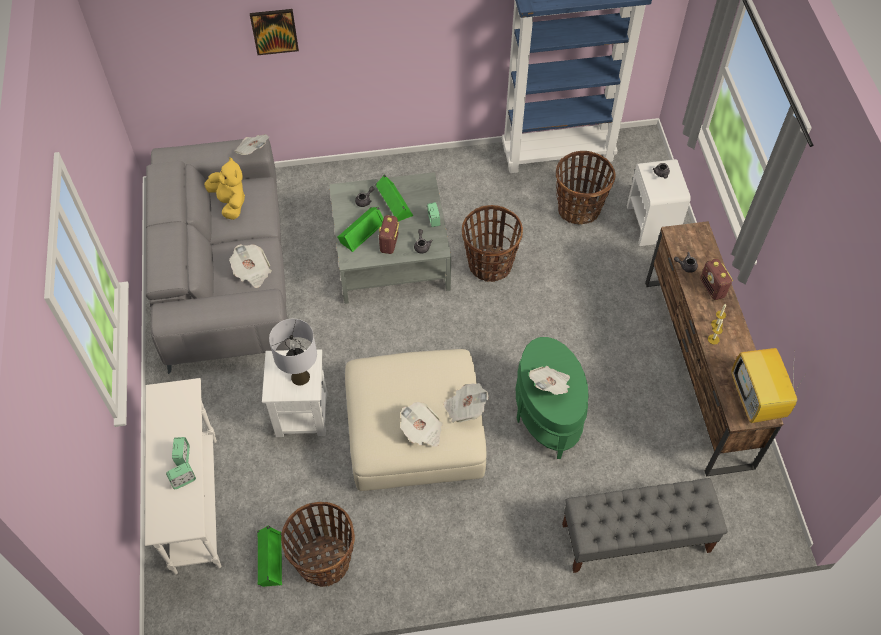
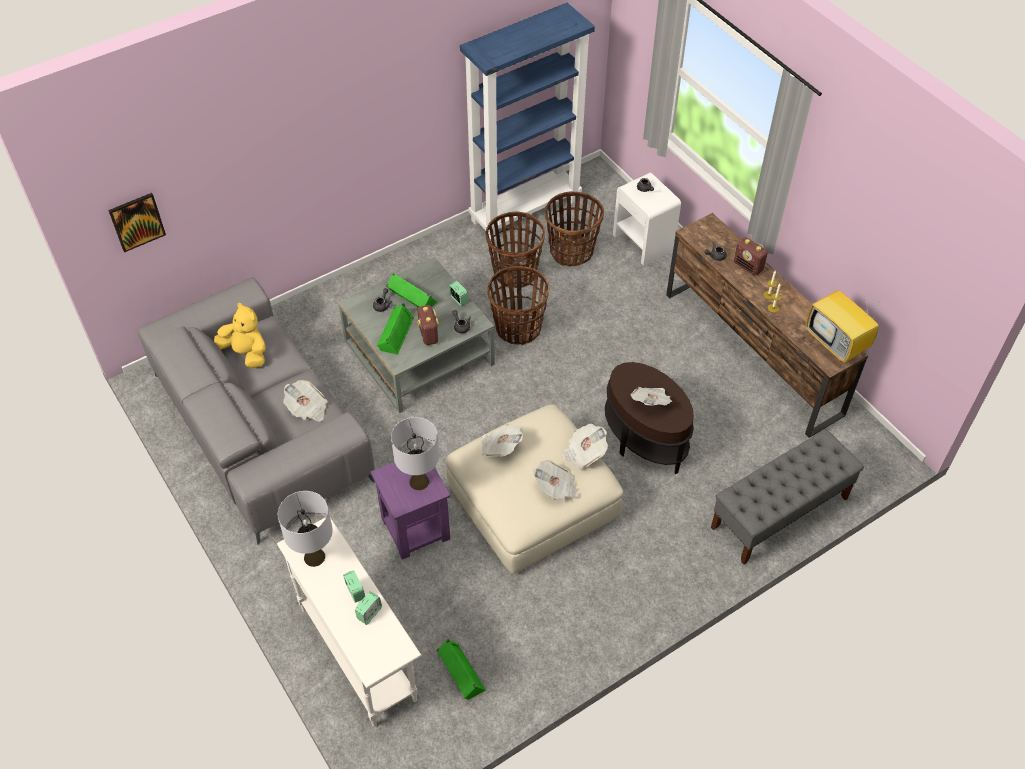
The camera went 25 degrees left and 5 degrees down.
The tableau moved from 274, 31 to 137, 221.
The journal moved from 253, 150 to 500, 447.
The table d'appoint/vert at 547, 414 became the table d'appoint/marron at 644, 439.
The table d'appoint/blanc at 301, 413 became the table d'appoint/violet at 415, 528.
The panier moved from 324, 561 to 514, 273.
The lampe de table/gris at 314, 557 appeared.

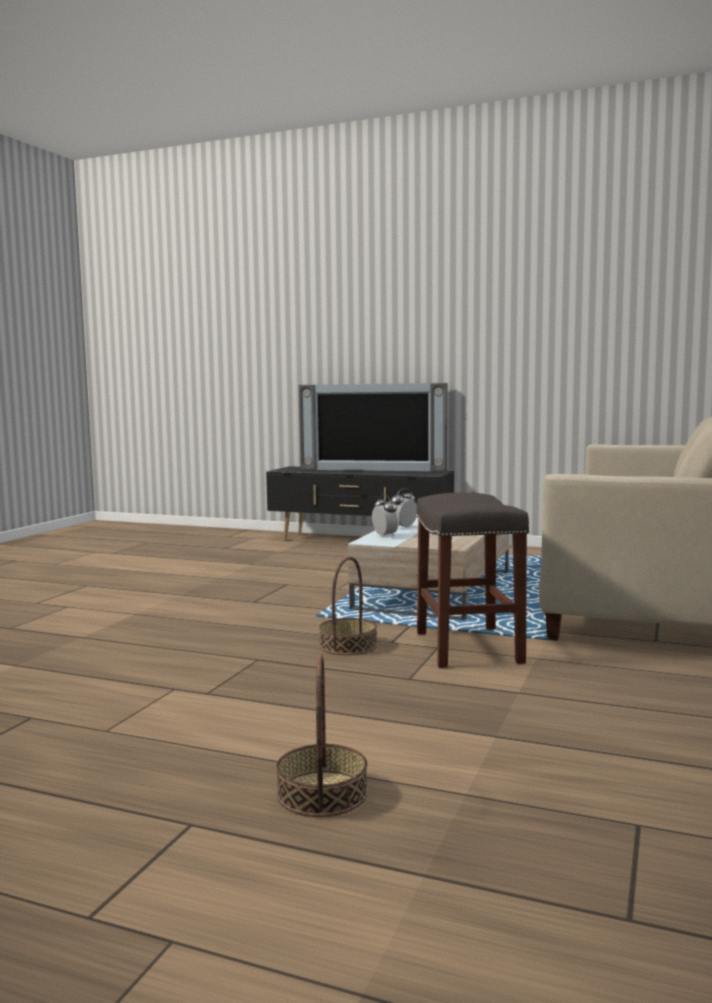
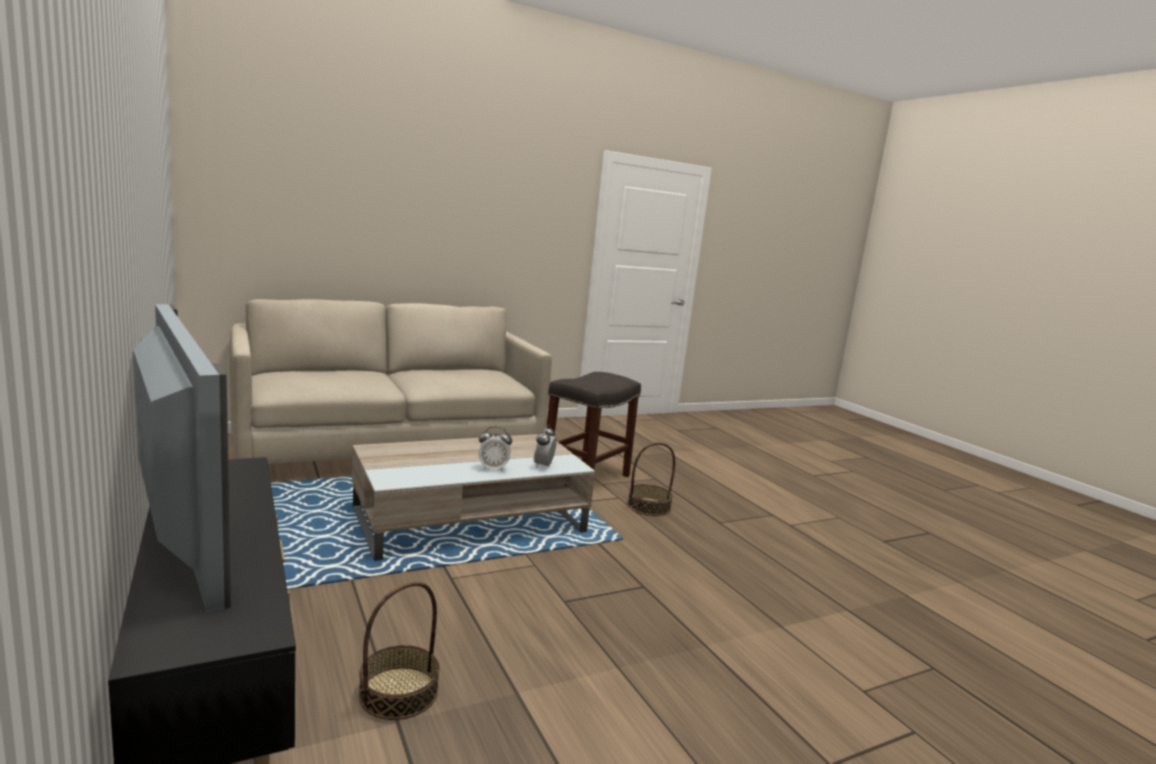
The camera went 140 degrees left and 5 degrees up.
The panier moved from 322, 793 to 398, 692.

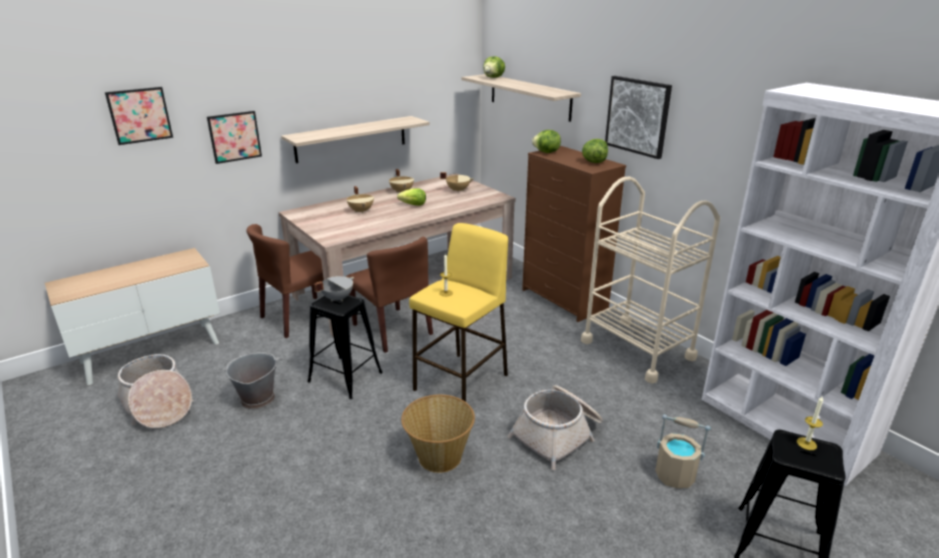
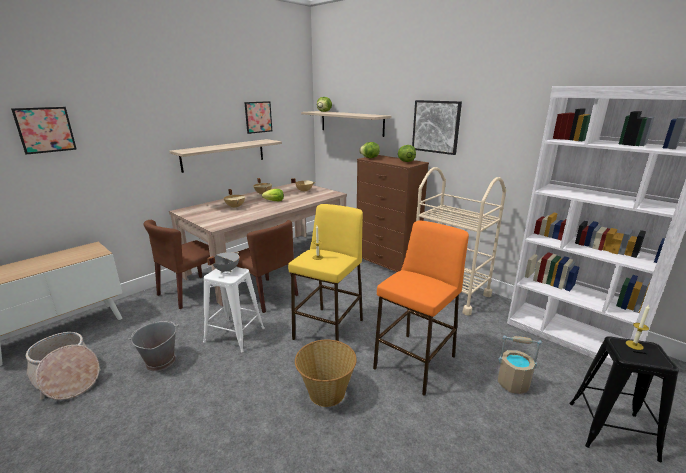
The camera went 10 degrees left and 5 degrees down.
The tableau moved from 234, 137 to 258, 117.
The tabouret/noir at 345, 377 became the tabouret/blanc at 234, 335.
The panier at 558, 434 was replaced by the tabouret/orange at 415, 362.

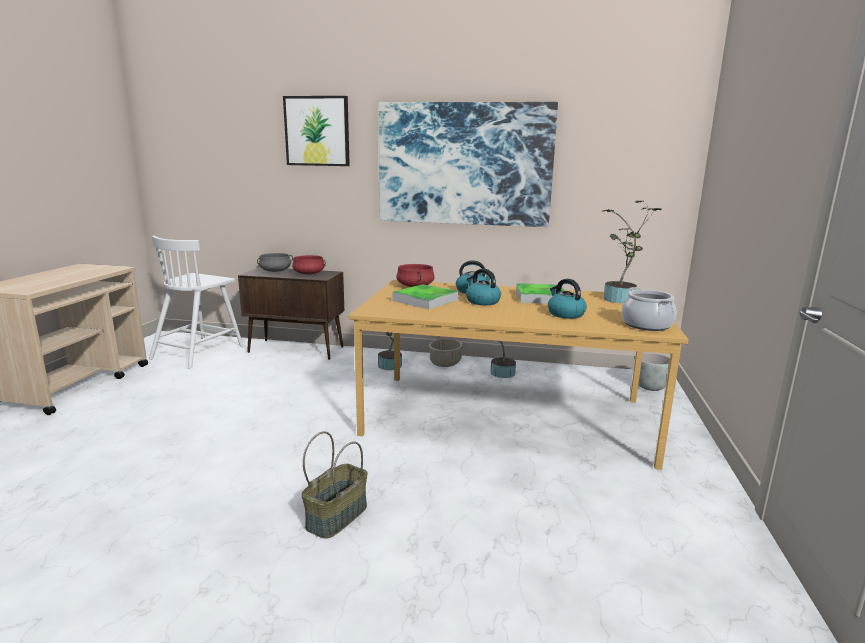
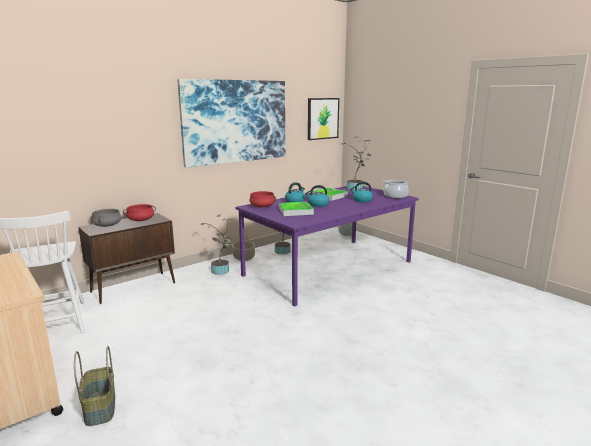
The camera went 50 degrees left and 0 degrees up.
The tableau moved from 317, 131 to 322, 118.
The table à manger/orange at 505, 417 became the table à manger/violet at 329, 268.
The panier moved from 336, 516 to 99, 408.

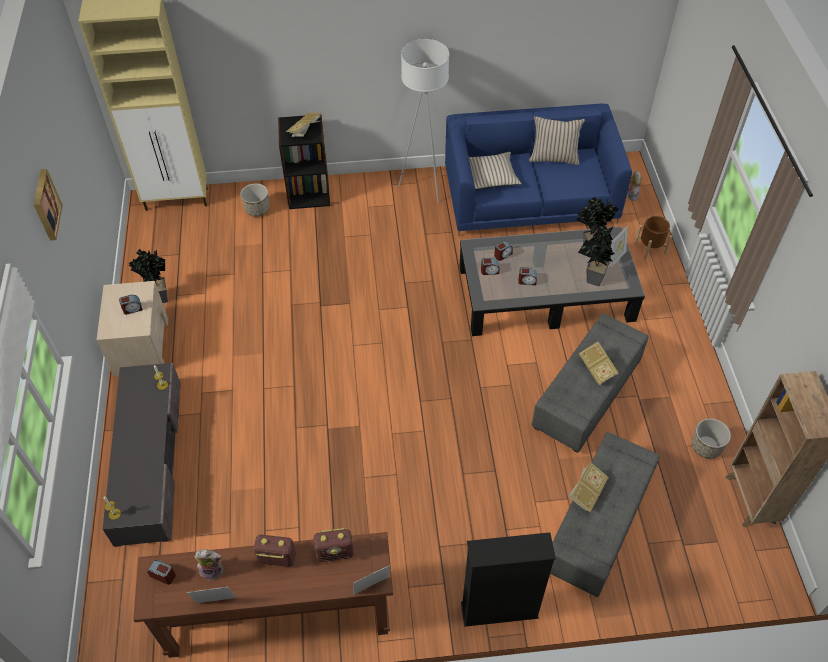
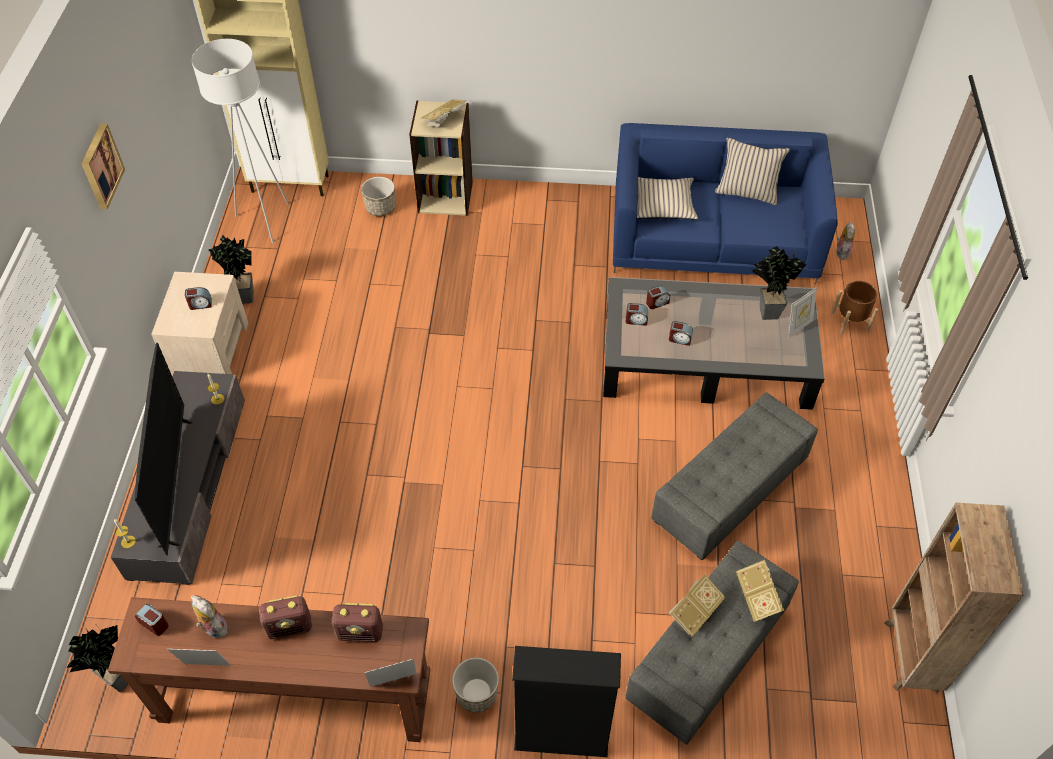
The camera went 10 degrees right and 0 degrees up.
The lampadaire/blanc moved from 424, 186 to 265, 221.
The bibliothèque/noir at 309, 193 became the bibliothèque/beige at 445, 197.
The plante en pot moved from 592, 281 to 116, 681.
The livre moved from 597, 369 to 758, 597.
The cache-pot moved from 706, 447 to 477, 694.
The radio at 276, 558 turned 150 degrees clockwise.
The peluche at 213, 570 turned 150 degrees counterclockwise.
The téléviseur at 176, 482 appeared.

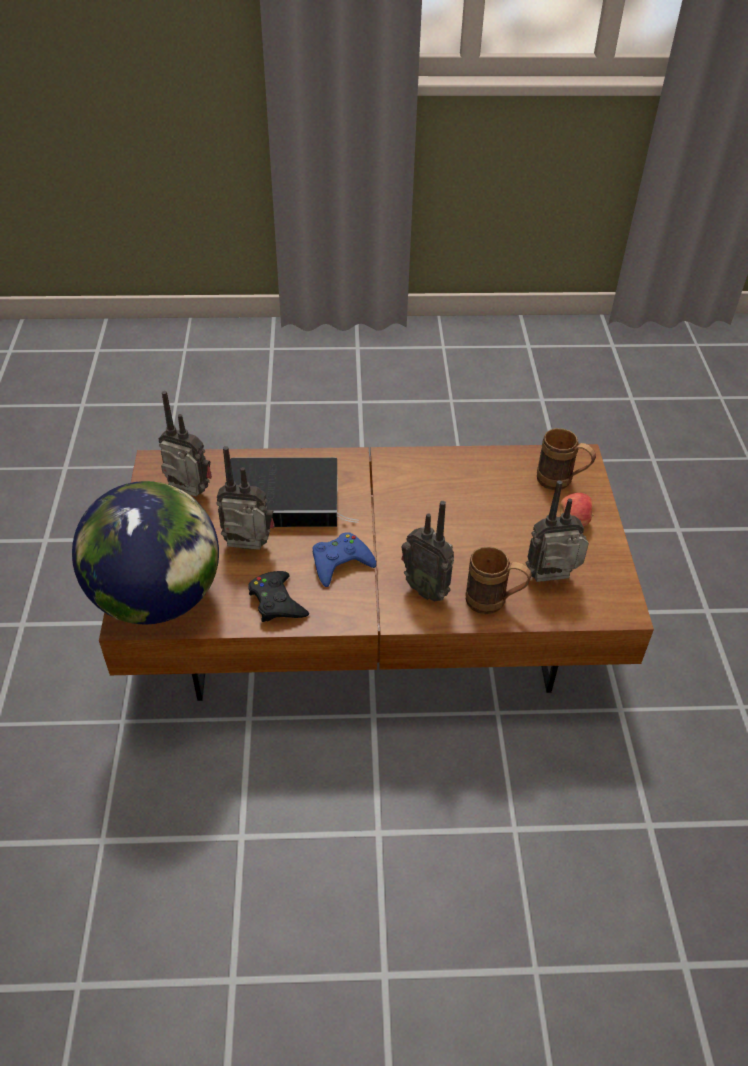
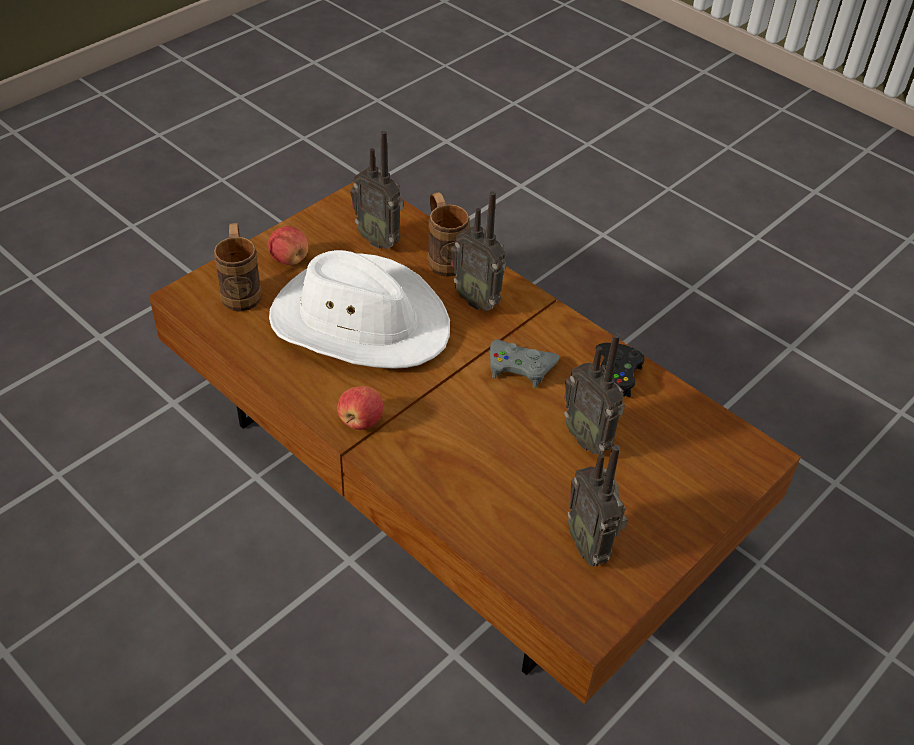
The camera went 135 degrees left and 0 degrees up.
The livre at 287, 498 disappeared.
The globe at 157, 598 disappeared.
The radio at 427, 589 turned 135 degrees clockwise.
The manette/bleu at 340, 563 became the manette/gris at 520, 367.
The chapeau/blanc at 359, 321 appeared.
The pomme at 360, 421 appeared.

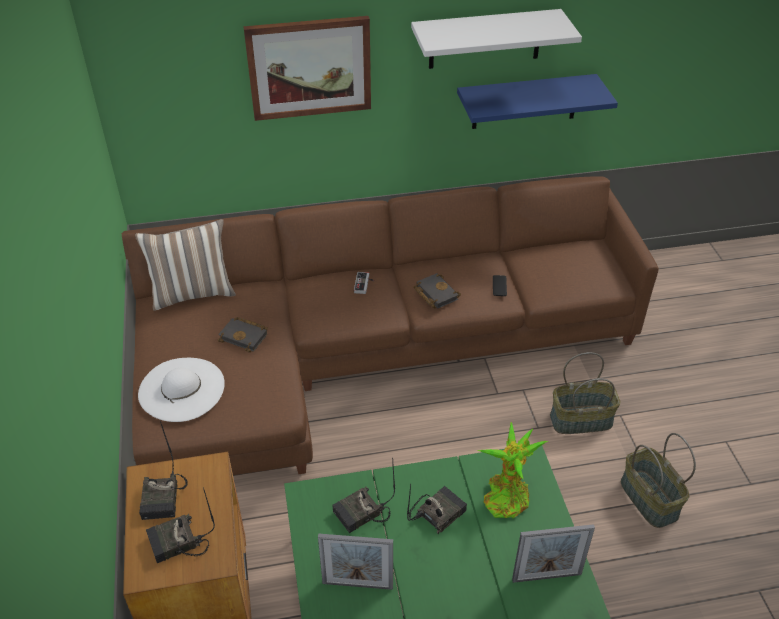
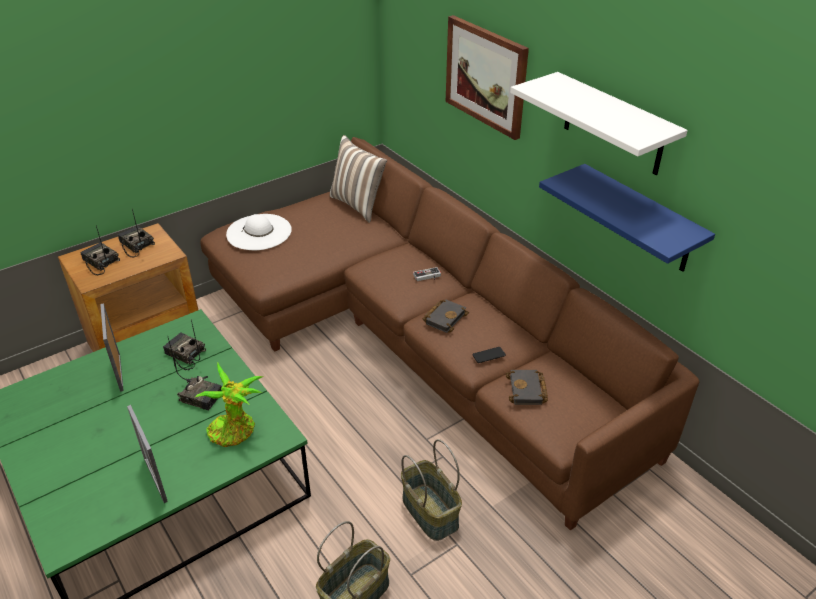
The camera went 65 degrees right and 5 degrees down.
The livre/noir moved from 245, 336 to 527, 391.
The radio at 164, 499 turned 75 degrees clockwise.

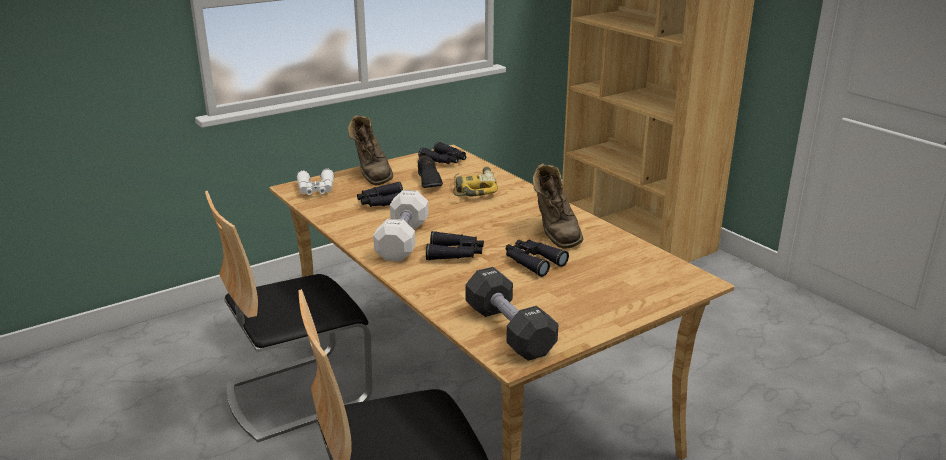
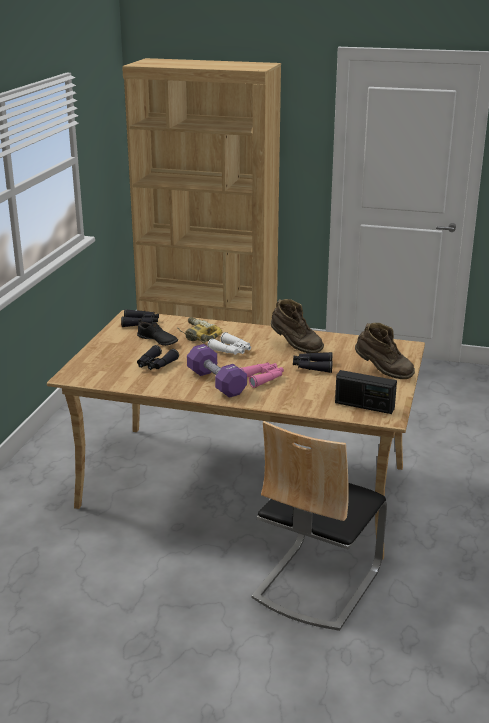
The camera went 40 degrees left and 0 degrees up.
The botte/marron moved from 372, 175 to 382, 372.
The jumelles/blanc moved from 316, 190 to 231, 350.
The haltère/blanc at 402, 240 became the haltère/violet at 216, 382.
The chaise at 297, 393 disappeared.
The jumelles/noir at 455, 254 became the jumelles/rose at 262, 378.
The haltère/noir at 509, 330 was replaced by the radio at 364, 406.

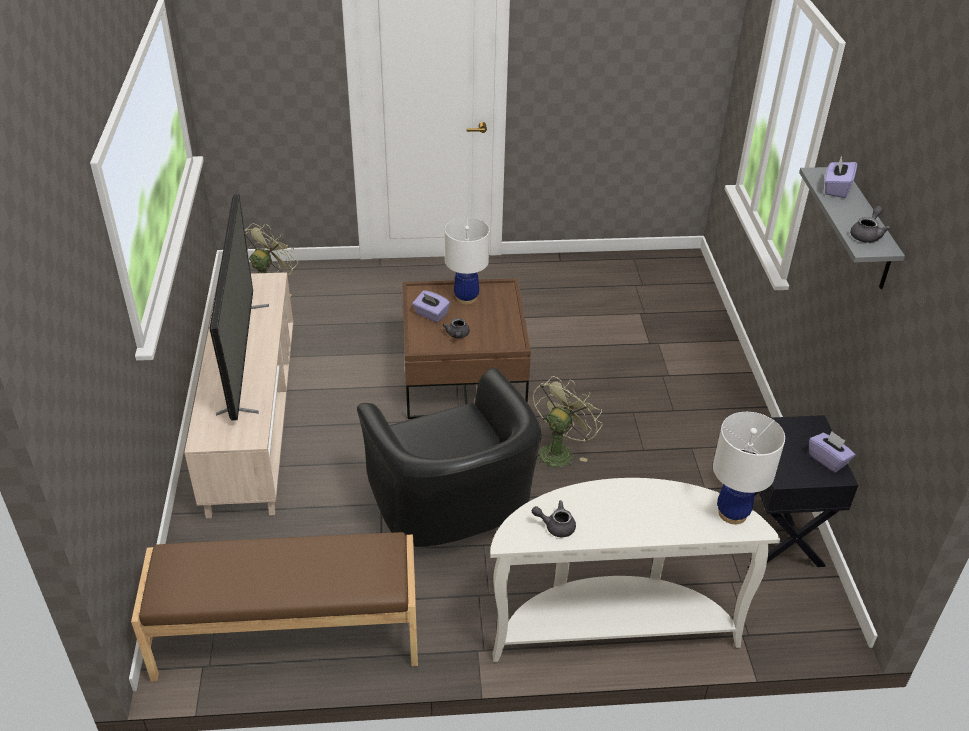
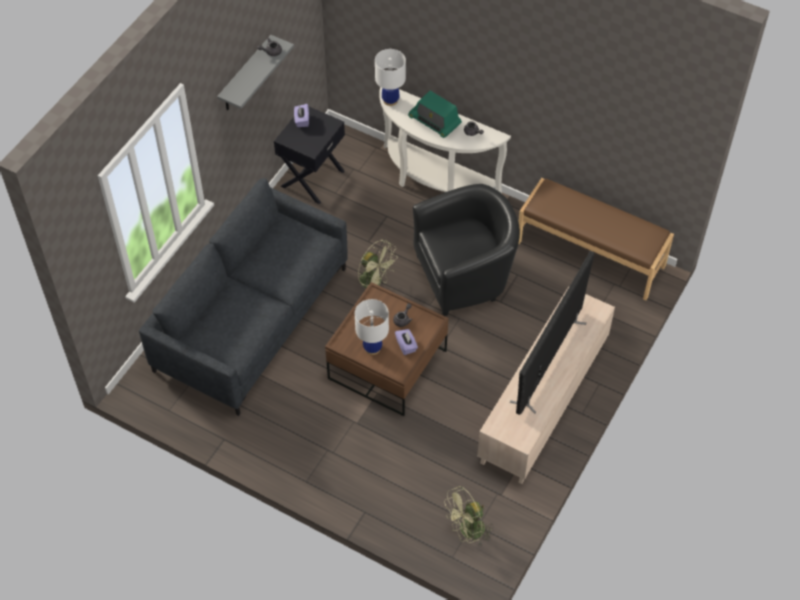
The camera went 145 degrees left and 15 degrees up.
The boîte à mouchoirs/violet at 836, 189 disappeared.
The fauteuil/noir at 453, 513 turned 60 degrees clockwise.
The ventilateur/vert at 558, 450 turned 120 degrees counterclockwise.
The radio at 434, 121 appeared.
The canapé/gris at 251, 319 appeared.

